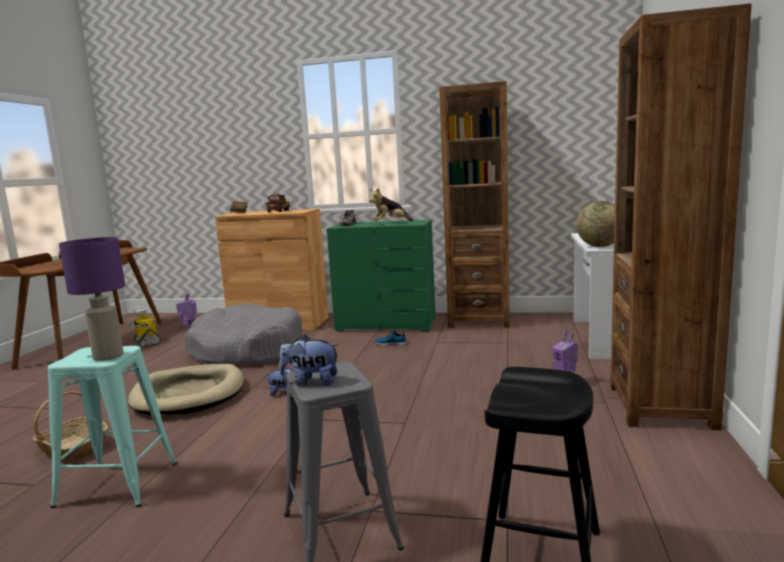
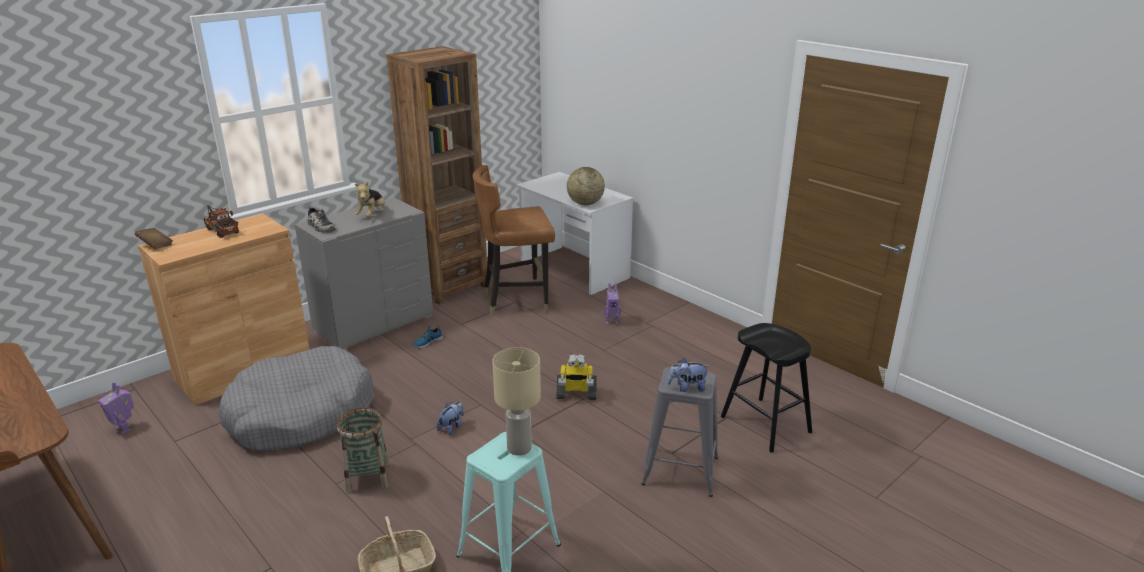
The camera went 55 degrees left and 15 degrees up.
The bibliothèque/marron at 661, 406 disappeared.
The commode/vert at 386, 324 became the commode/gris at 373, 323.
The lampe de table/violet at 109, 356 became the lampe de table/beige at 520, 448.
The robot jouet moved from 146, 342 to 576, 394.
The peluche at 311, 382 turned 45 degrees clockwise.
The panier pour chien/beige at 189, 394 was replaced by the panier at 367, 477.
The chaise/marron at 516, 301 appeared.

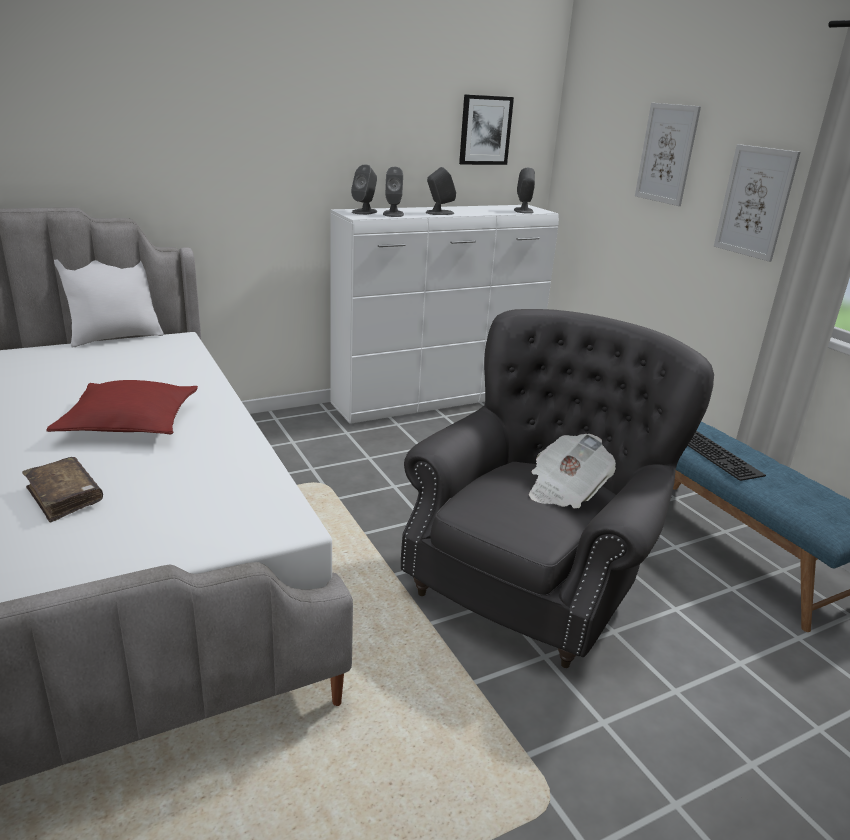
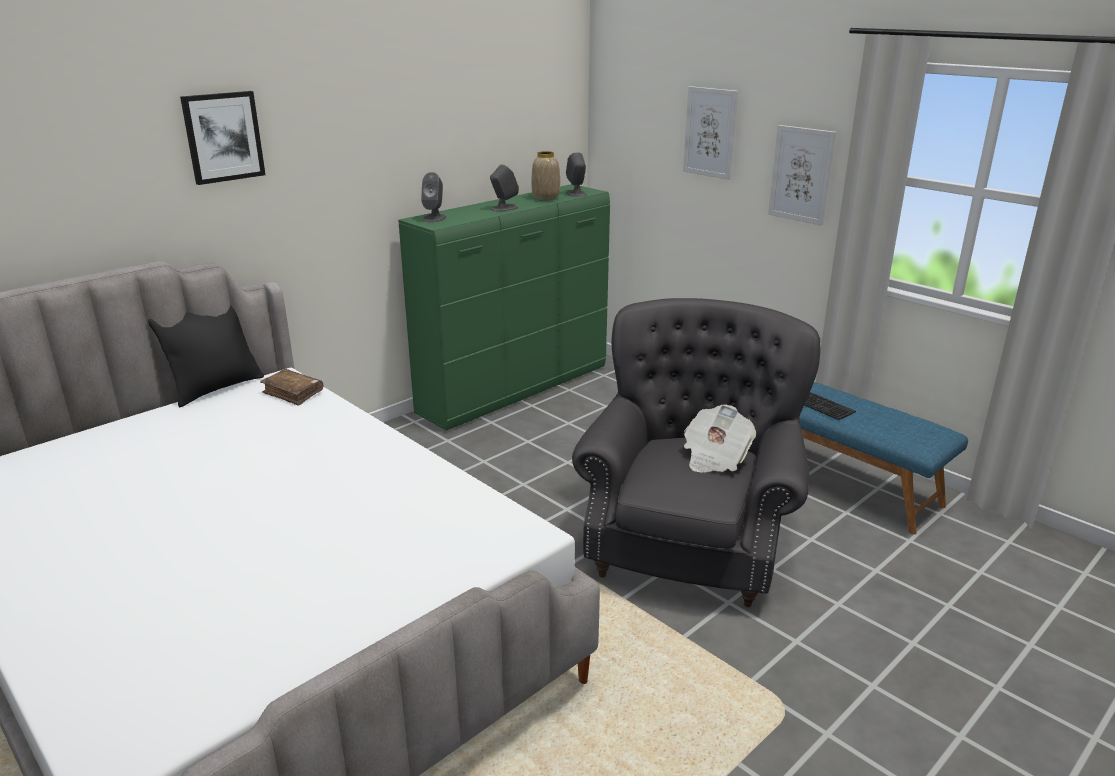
The camera went 15 degrees left and 0 degrees up.
The tableau moved from 485, 130 to 223, 137.
The enceinte/gris at 393, 214 disappeared.
The commode/blanc at 438, 400 became the commode/vert at 517, 390.
The coussin/blanc at 116, 338 became the coussin/noir at 216, 388.
The coussin/rouge at 130, 423 disappeared.
The livre/marron moved from 64, 497 to 293, 393.
The vase at 545, 198 appeared.

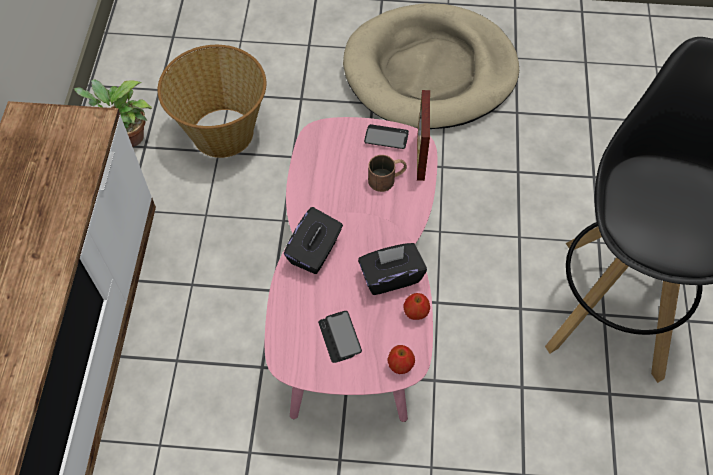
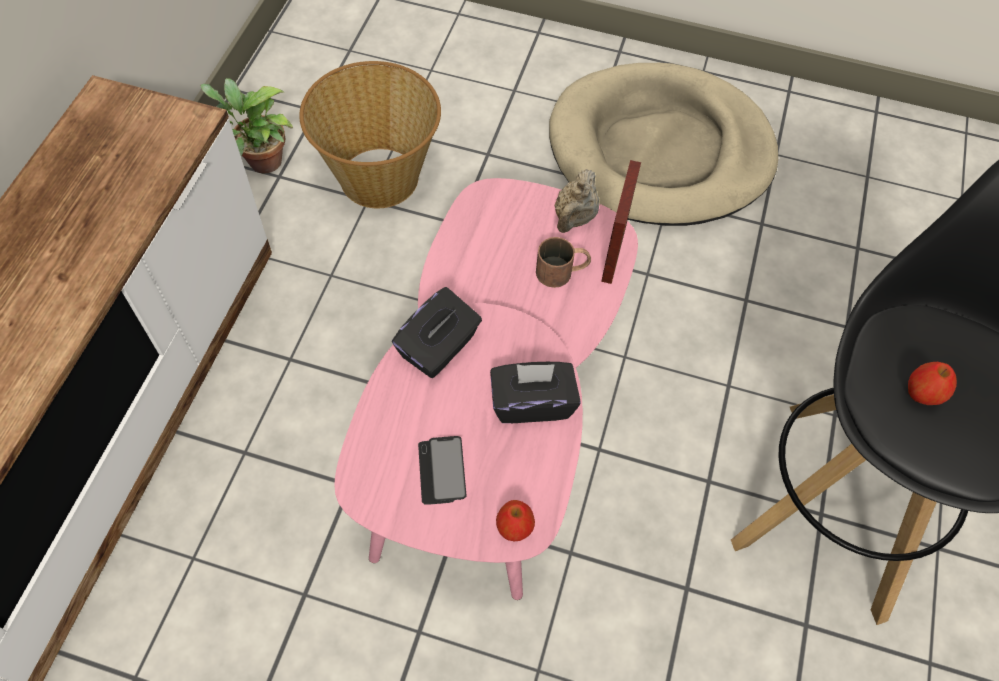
The camera went 10 degrees right and 0 degrees up.
The téléphone at 386, 137 was replaced by the théière/beige at 574, 218.
The pomme moved from 415, 313 to 921, 394.

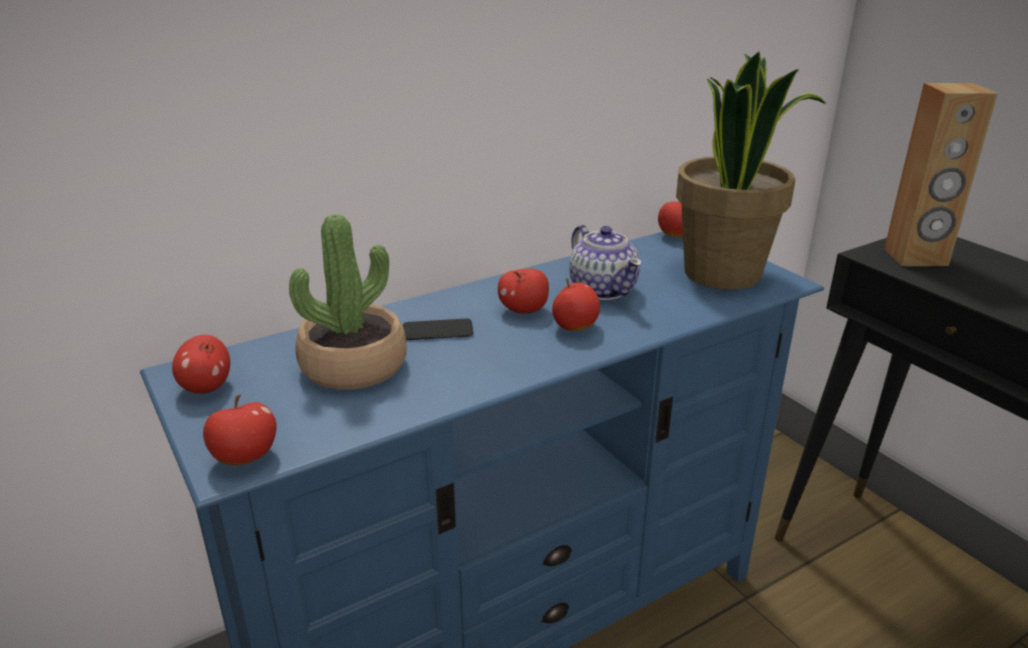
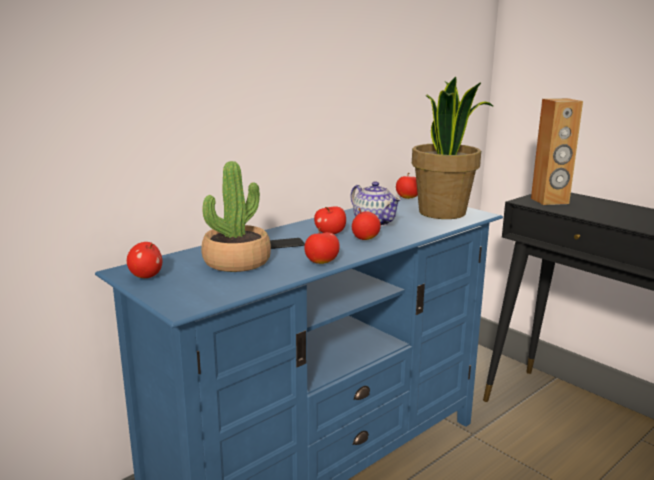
The camera went 10 degrees left and 10 degrees down.
The pomme moved from 245, 458 to 322, 262.

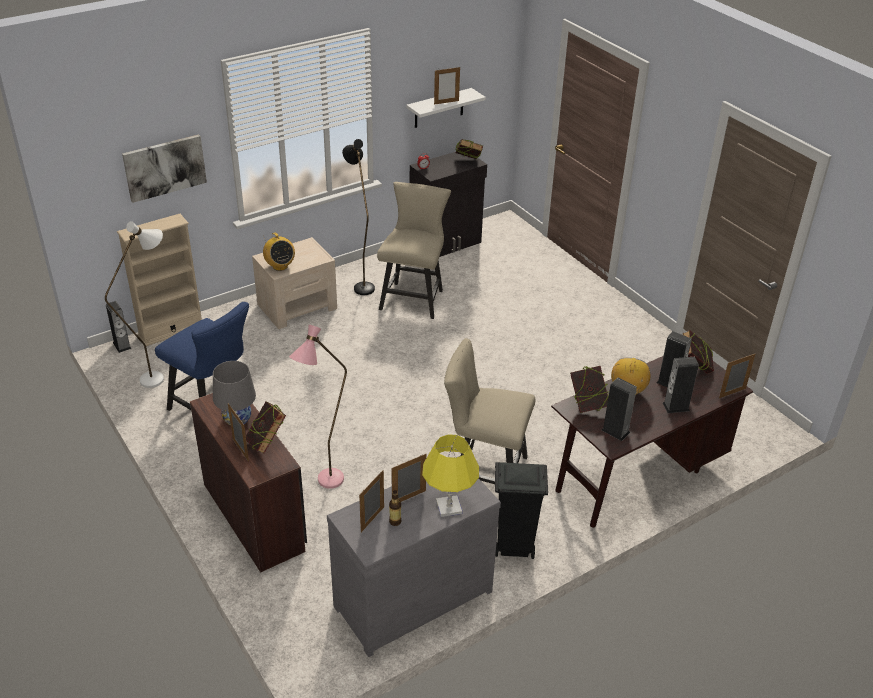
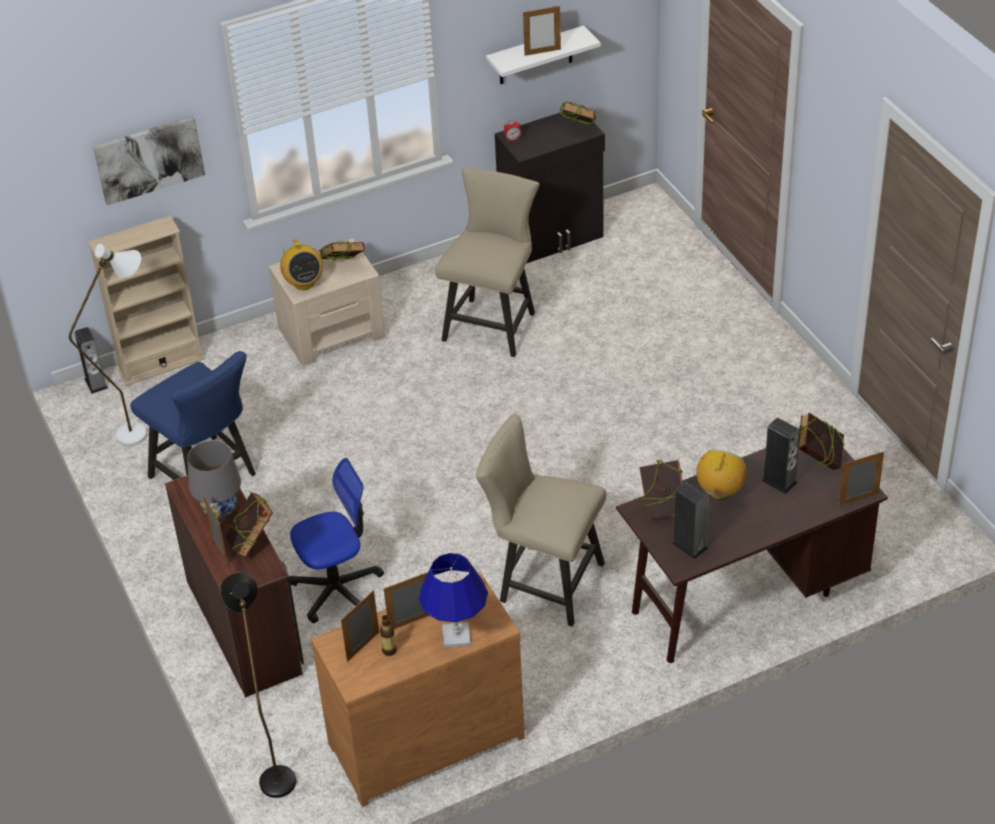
The camera went 10 degrees right and 5 degrees up.
The lampadaire/noir moved from 361, 285 to 274, 771.
The lampadaire/rose at 325, 485 was replaced by the chaise de bureau at 337, 590.
The enceinte at 676, 407 disappeared.
The lampe de table/jaune at 449, 507 became the lampe de table/bleu at 456, 636.
The poubelle/noir at 513, 547 disappeared.
The commode/gris at 410, 596 became the commode/marron at 422, 737.
The livre at 343, 268 appeared.

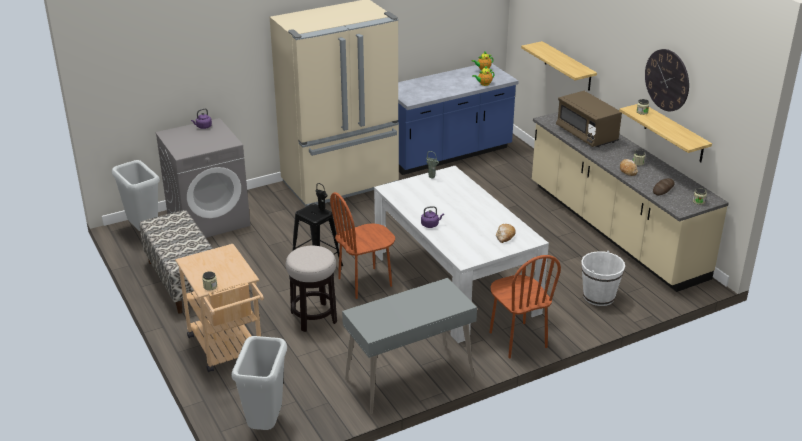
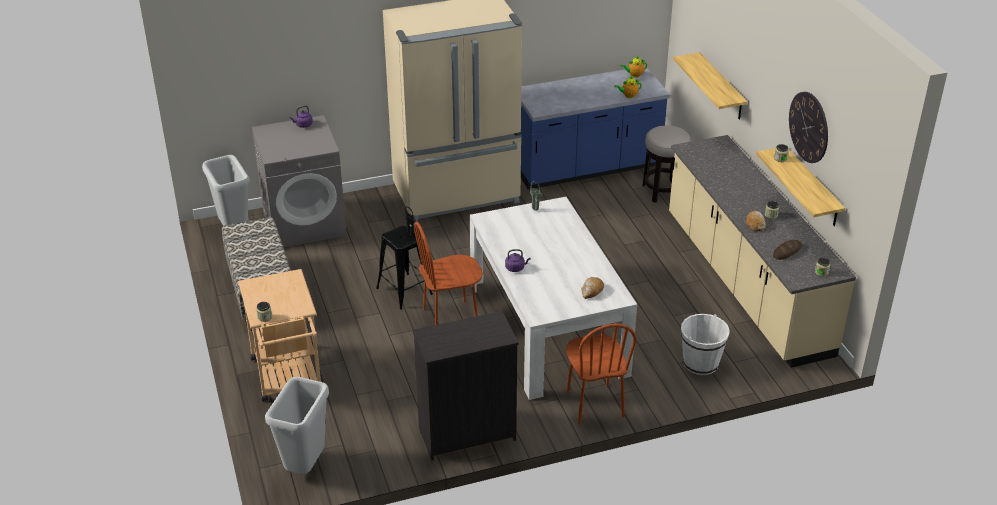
The camera went 10 degrees right and 5 degrees up.
The micro-ondes/marron at 586, 135 disappeared.
The tabouret moved from 314, 317 to 663, 191.
The bureau/gris at 409, 378 was replaced by the commode/noir at 466, 434.

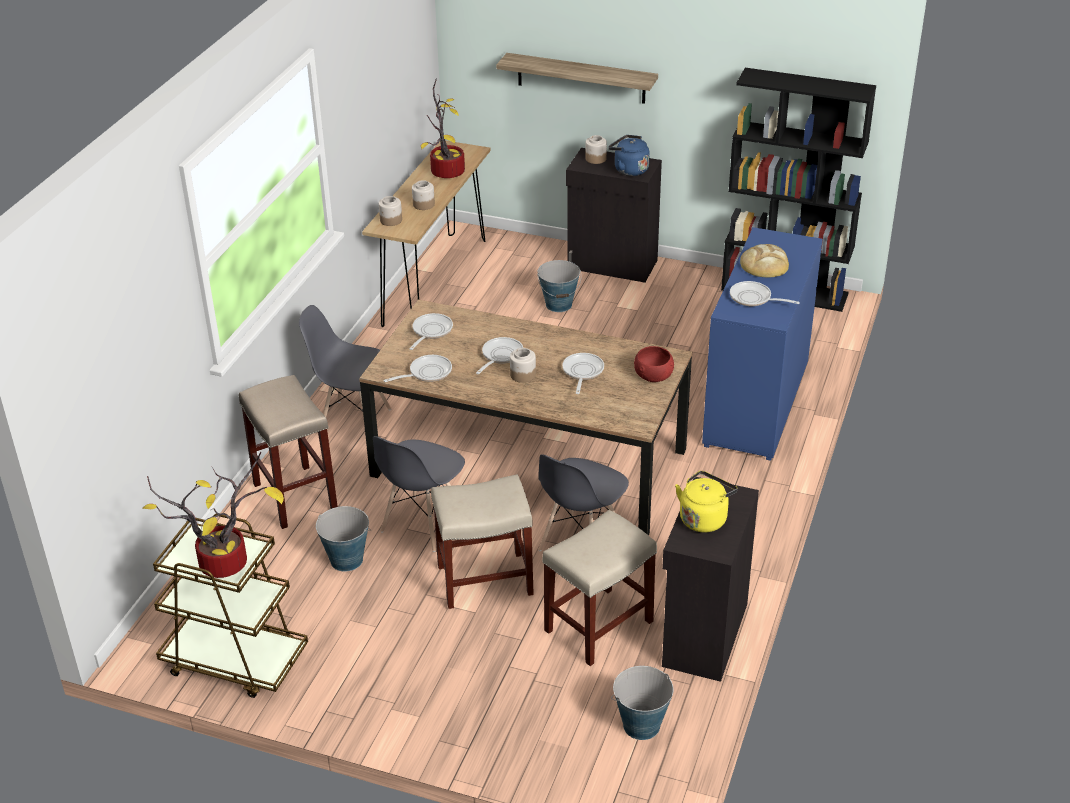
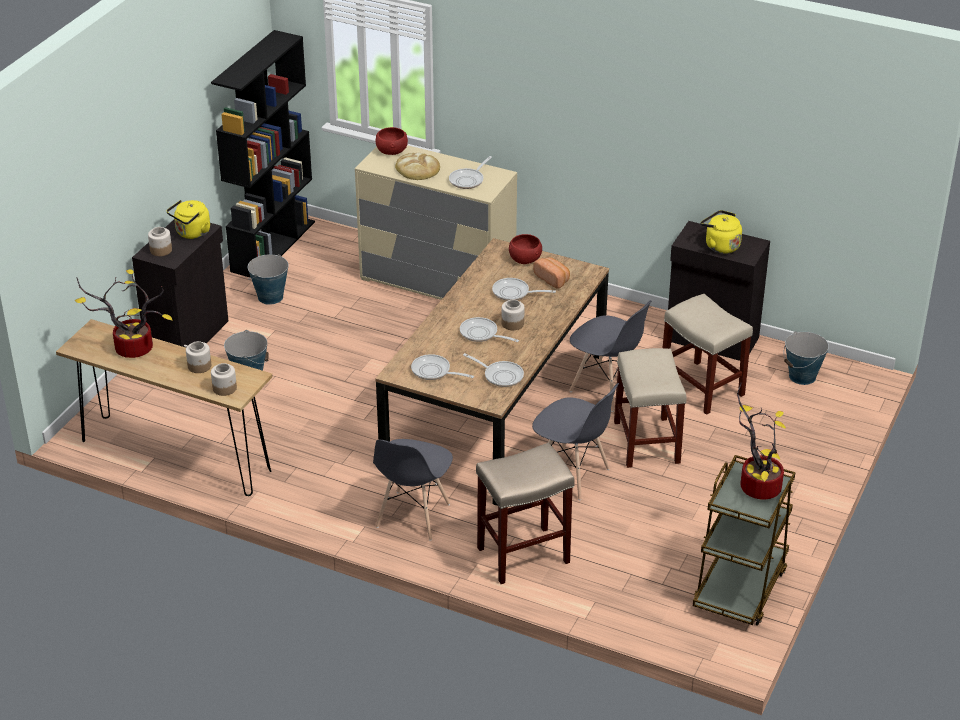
The camera went 85 degrees left and 0 degrees up.
The étagère at 581, 78 disappeared.
The bouilloire/bleu at 629, 169 became the bouilloire/jaune at 191, 233.
The commode/bleu at 756, 404 became the commode/beige at 437, 282.
The poêle at 427, 373 turned 150 degrees clockwise.
The seau moved from 346, 560 to 270, 297.
The bol/rouge at 391, 151 appeared.
The pain at 553, 279 appeared.

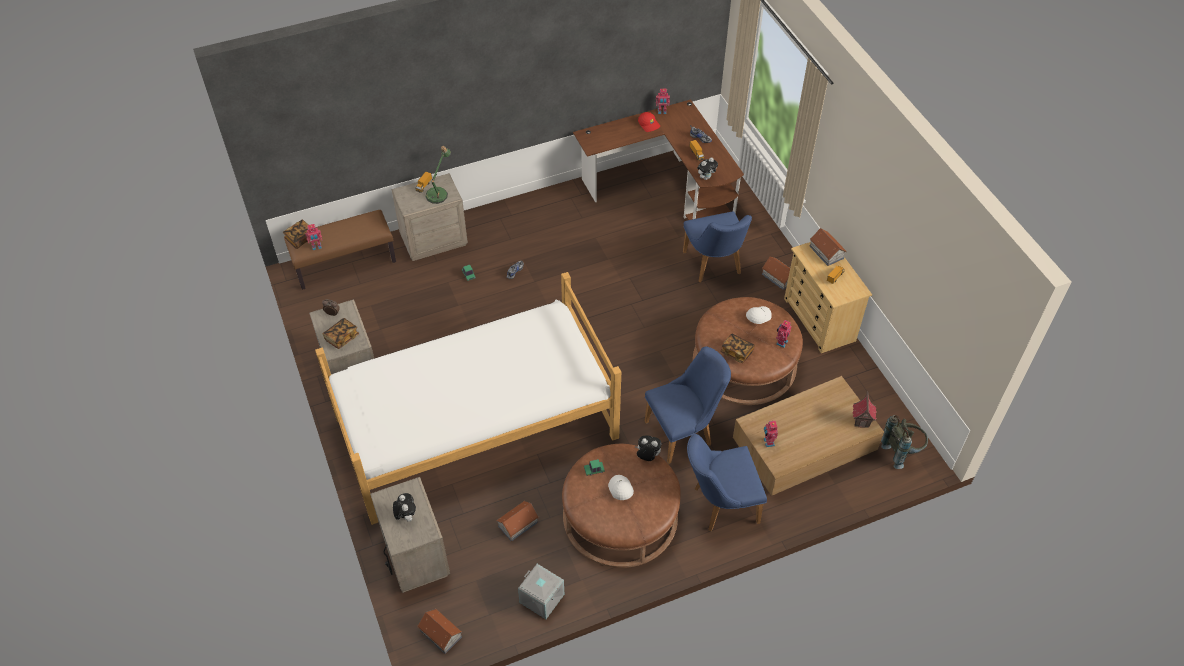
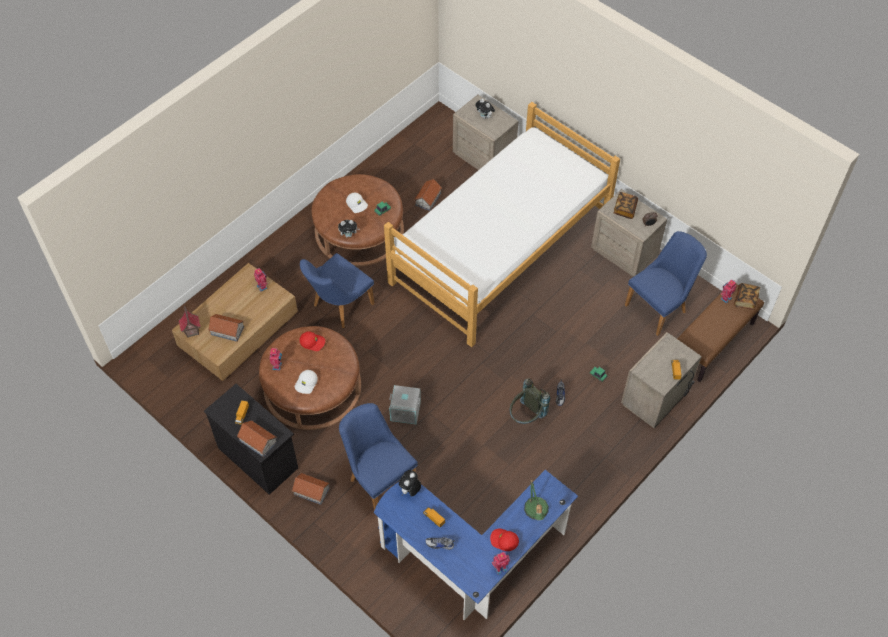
The camera went 155 degrees right and 5 degrees up.
The bureau/marron at 665, 188 became the bureau/bleu at 471, 559.
The lampe de table moved from 439, 193 to 536, 512.
The commode/beige at 819, 320 became the commode/noir at 257, 457.
The livre at 736, 352 was replaced by the casquette/rouge at 313, 342.
The sac à dos/gris moved from 901, 451 to 526, 416.
The chaise/bleu moved from 719, 505 to 660, 306.
The boîte de rangement/gris moved from 541, 599 to 405, 410.
The maison miniature moved from 441, 634 to 227, 330.

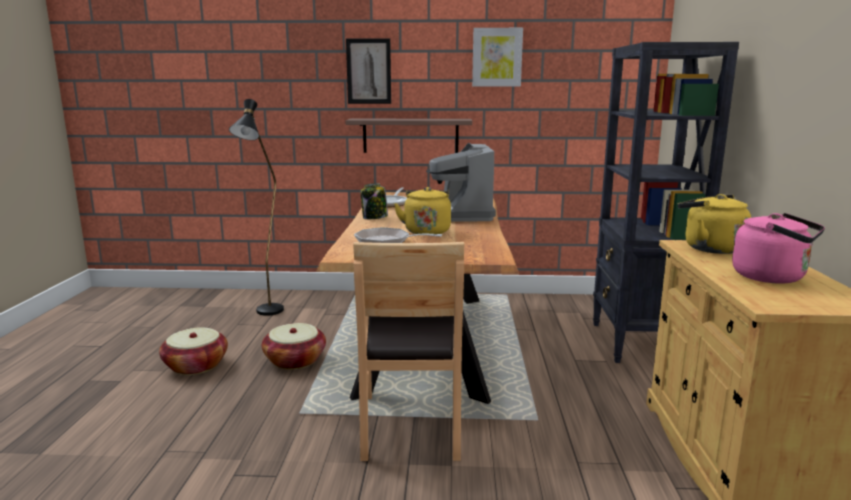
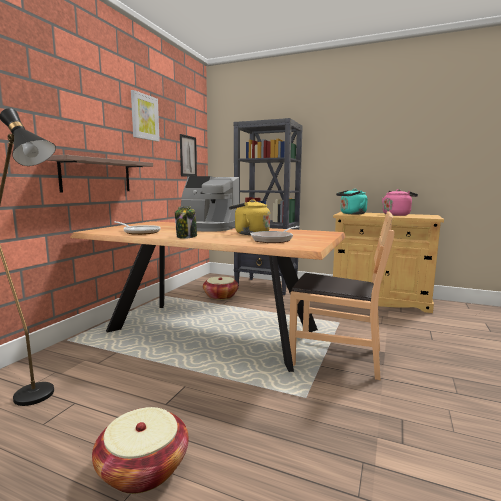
The camera went 70 degrees left and 5 degrees down.
The tableau moved from 369, 71 to 188, 156.
The bouilloire/jaune at 709, 248 became the bouilloire/turquoise at 351, 214.
The panier moved from 295, 360 to 220, 296.

